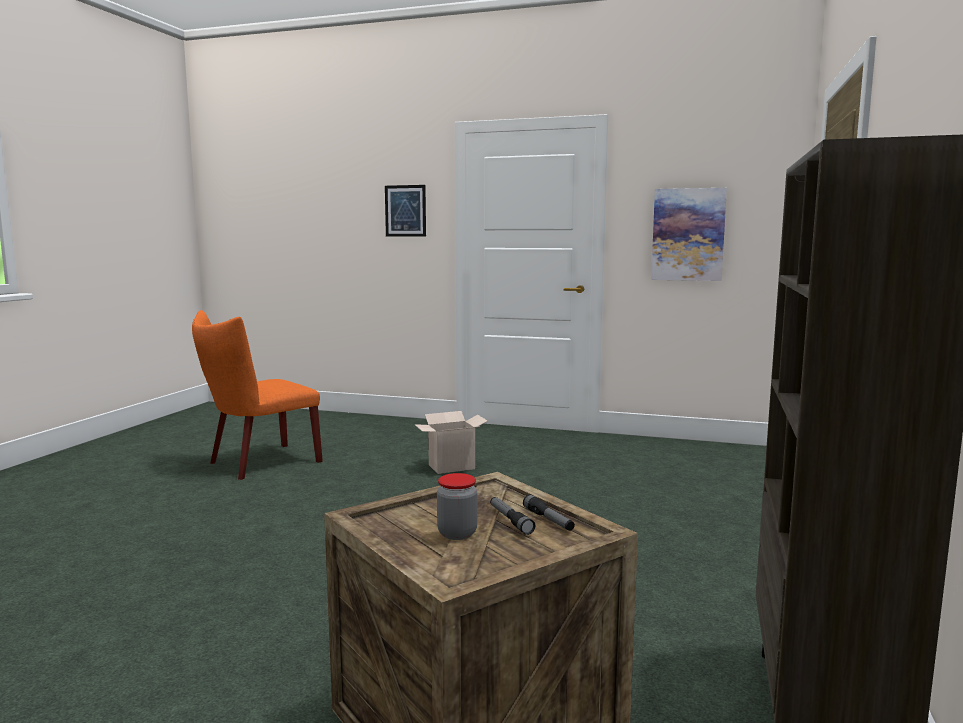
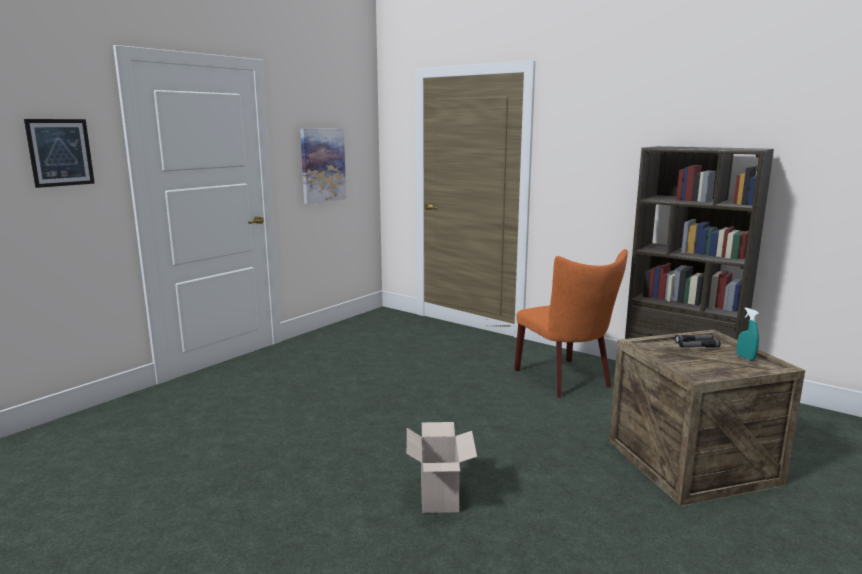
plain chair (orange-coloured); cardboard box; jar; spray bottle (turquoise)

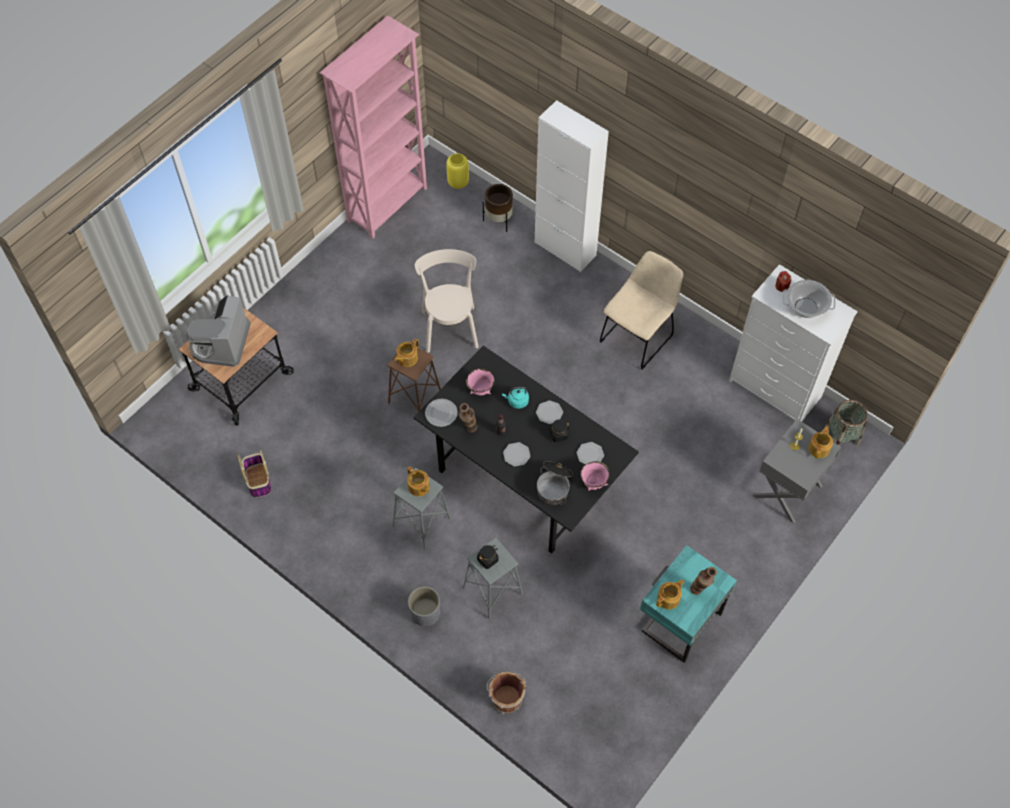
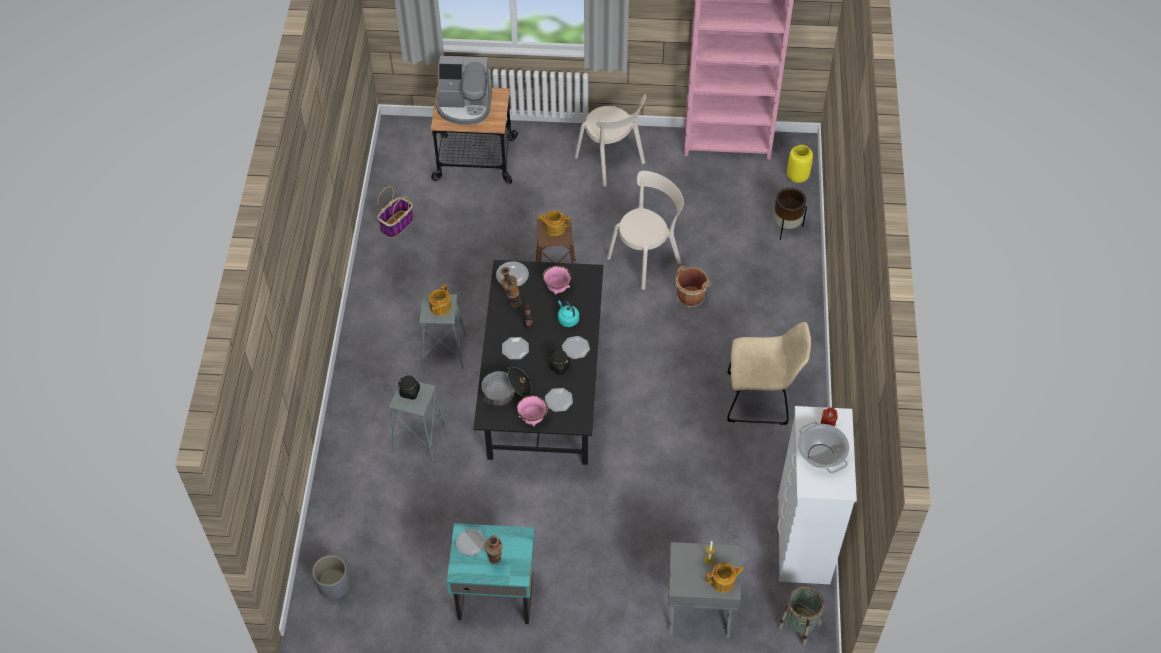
cupboard (white); coffee brewer; flat dish (1st from left); plant pot (gray); water bucket (brownish); plain chair (beige-coloured) (1st from left)

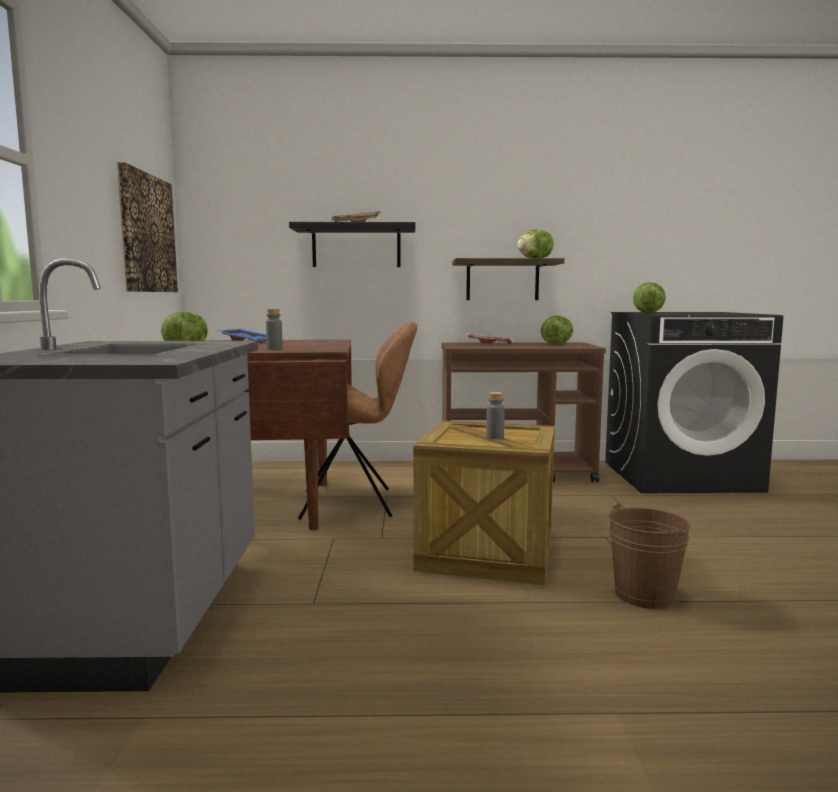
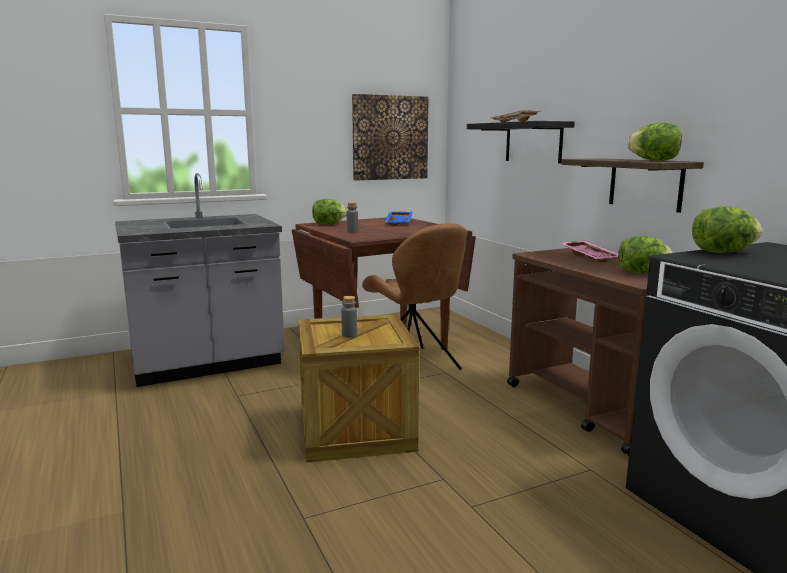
water bucket (brownish)

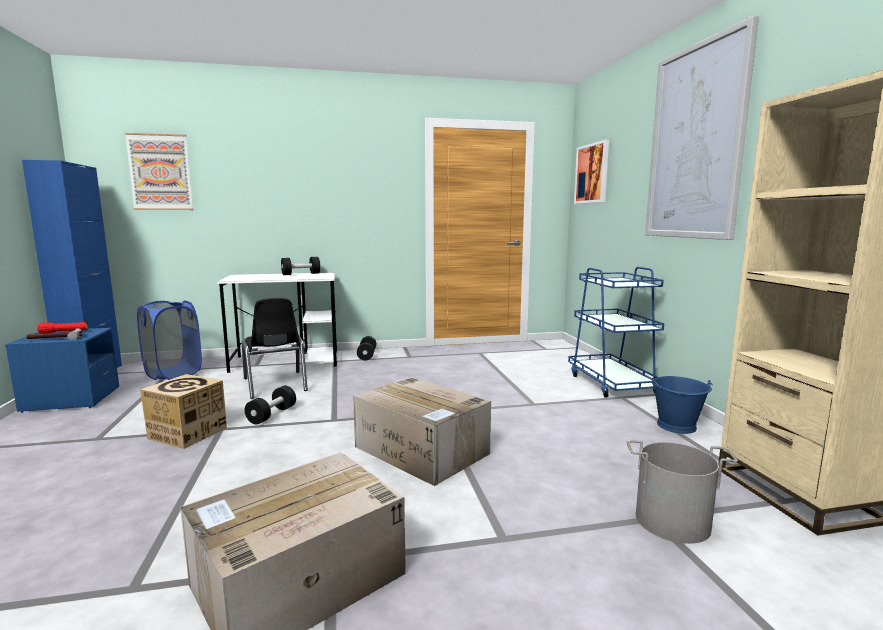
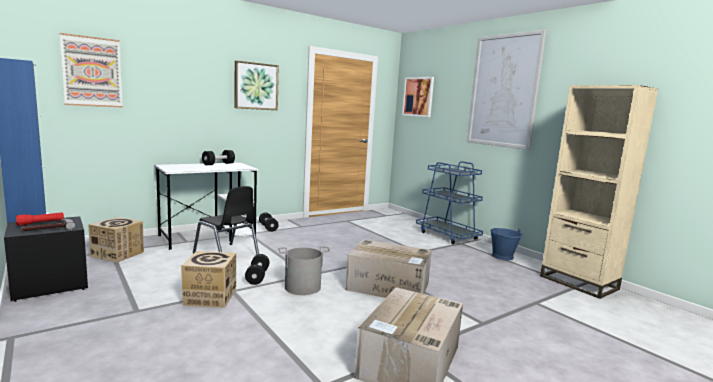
cardboard box (1st from left); bedside table (black); water bucket (gray); wall art (2nd from left)

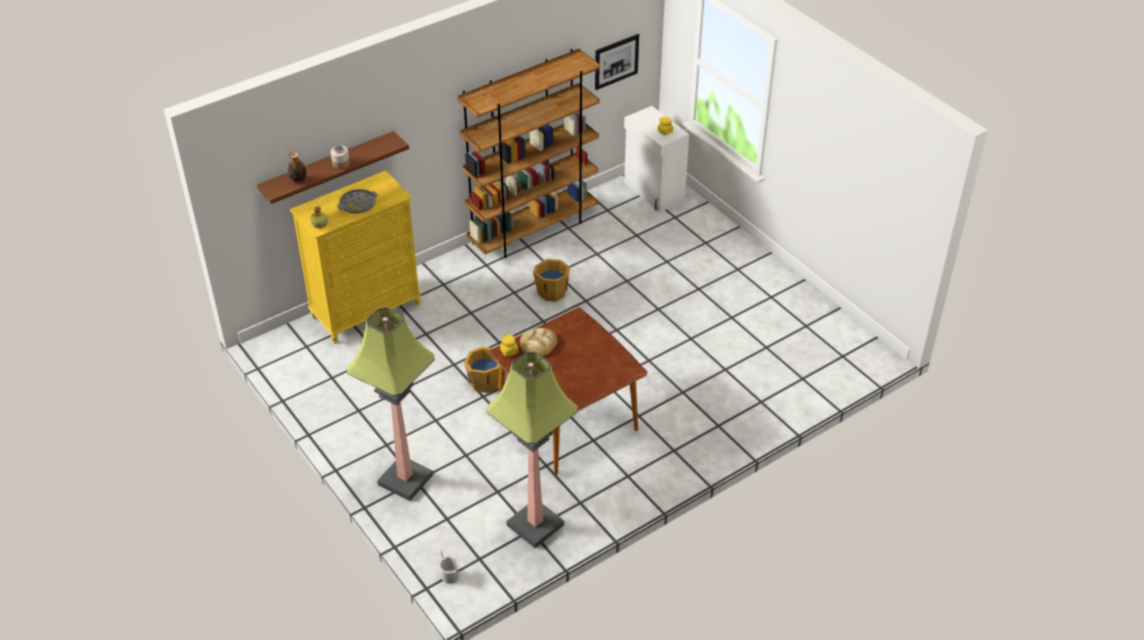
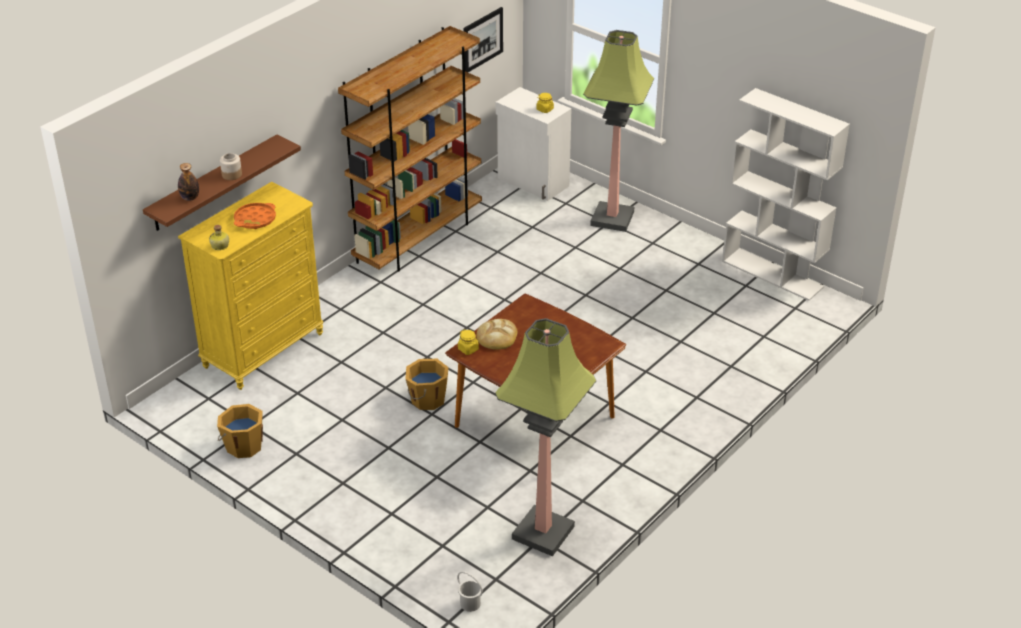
carrying tray (orange-coloured); water bucket (orange-coloured) (1st from left); floor lamp (2nd from left); bookcase (white)

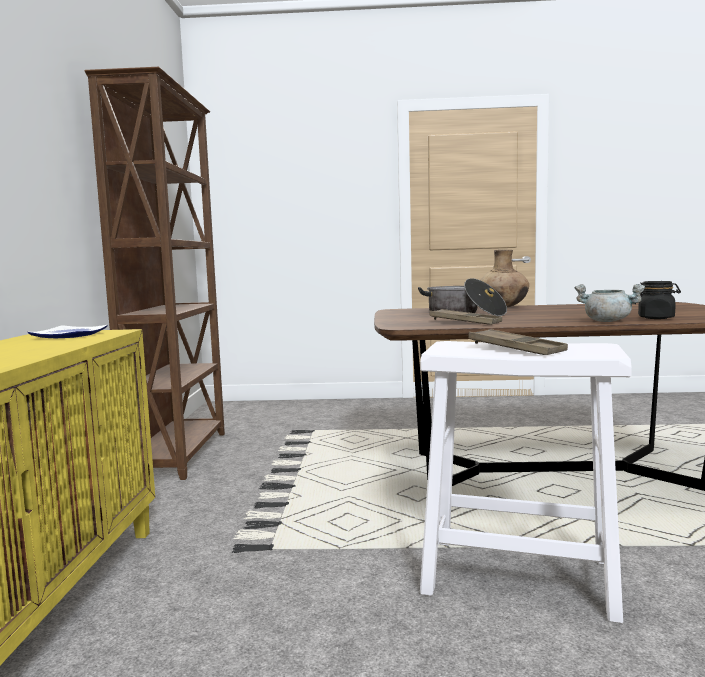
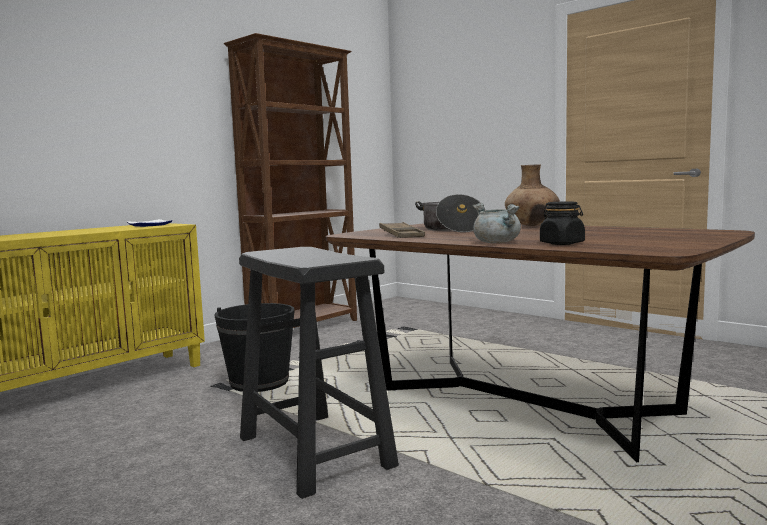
carrying tray (brownish) (2nd from left in the first image); stool seat (black); water bucket (black)

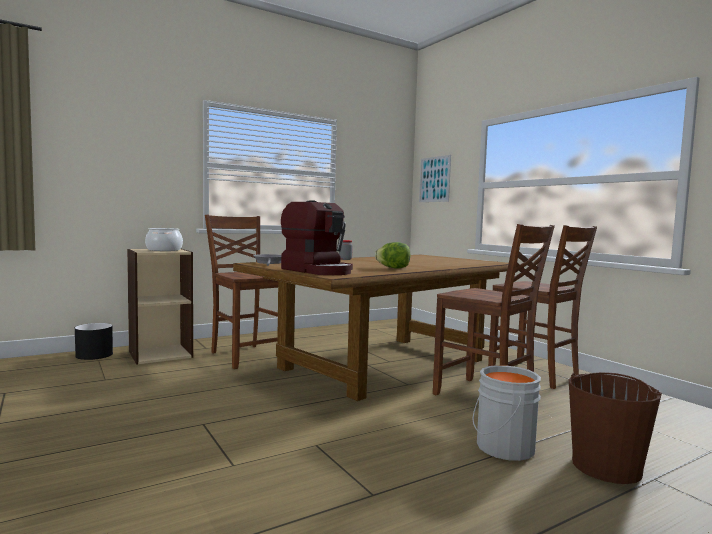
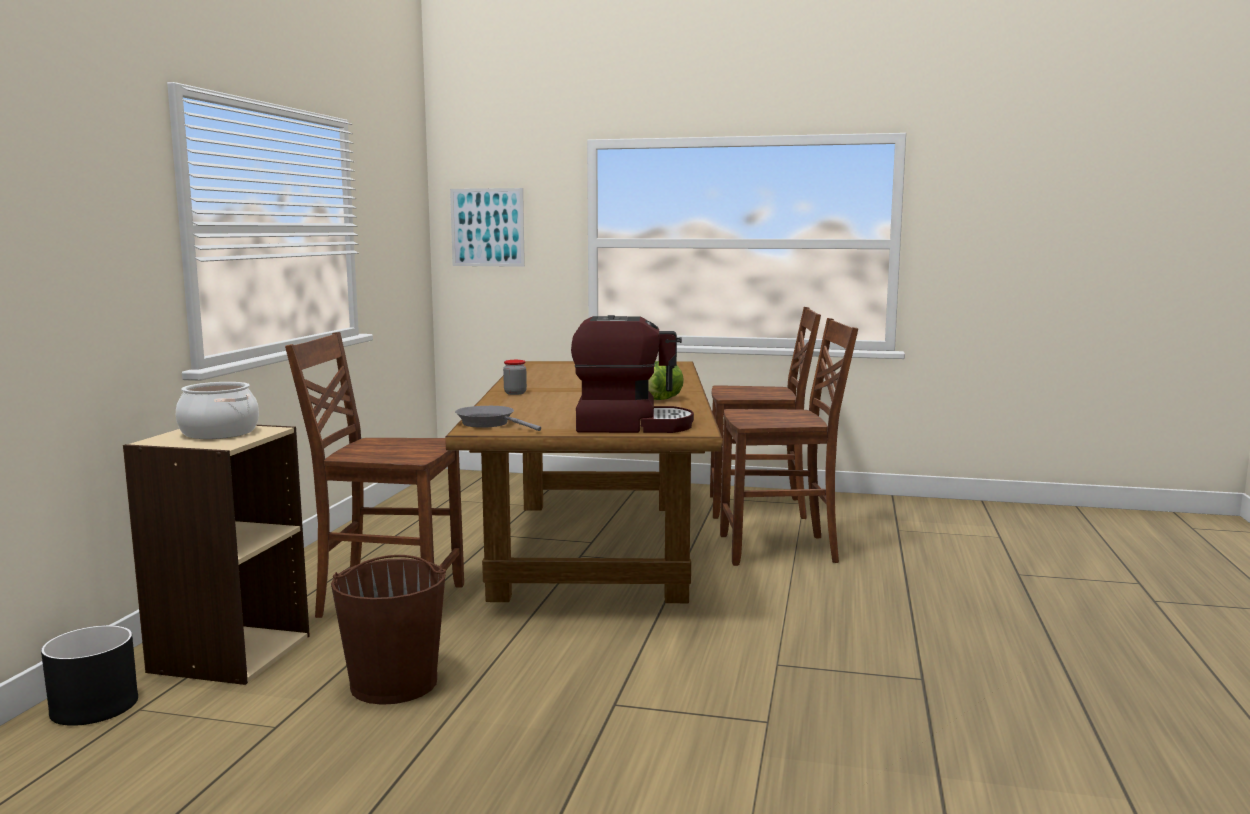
water bucket (gray); water bucket (brownish)

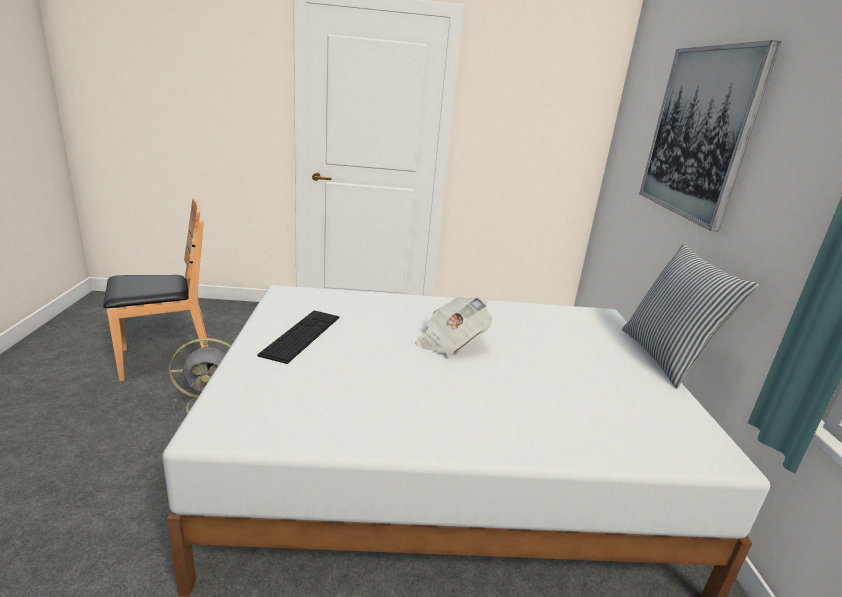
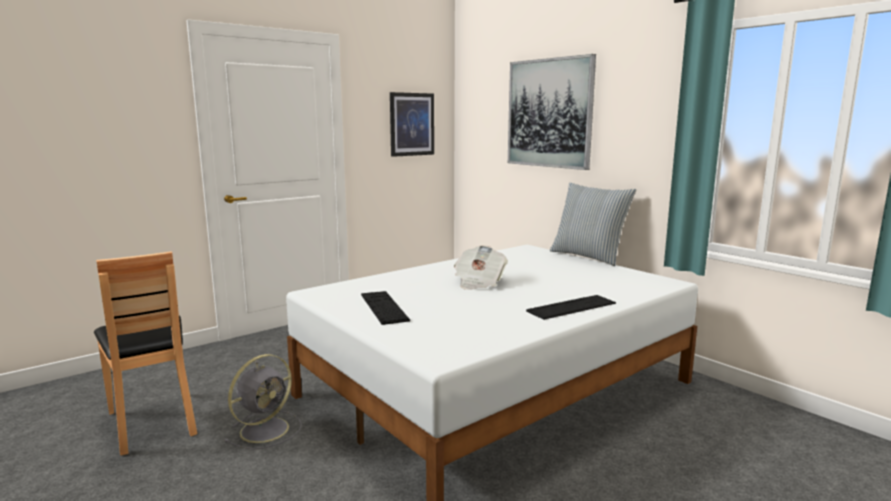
plain chair (brownish); wall art (1st from left); PC keyboard (2nd from left)

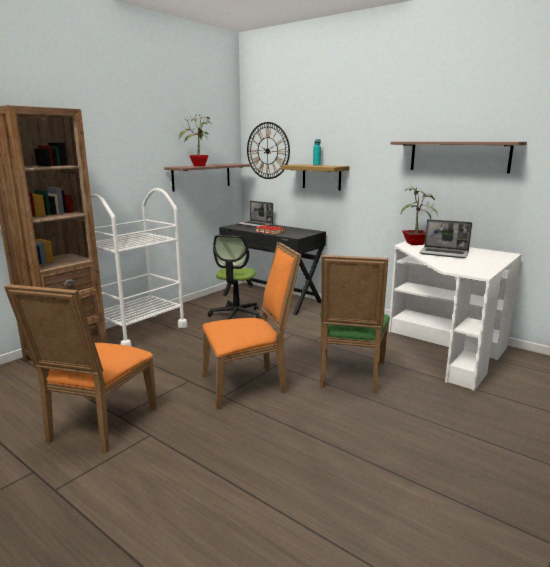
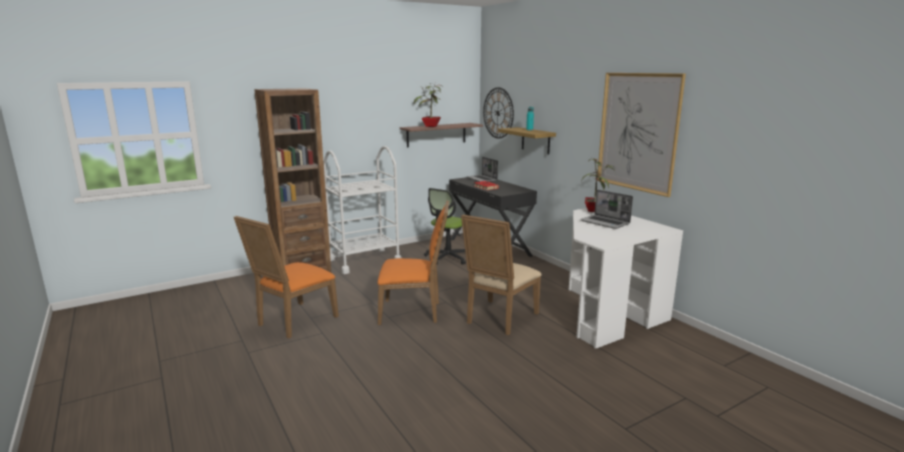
wall art; plain chair (beige-coloured)

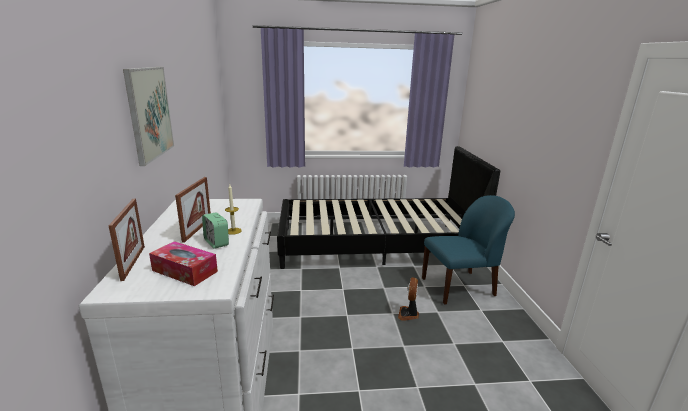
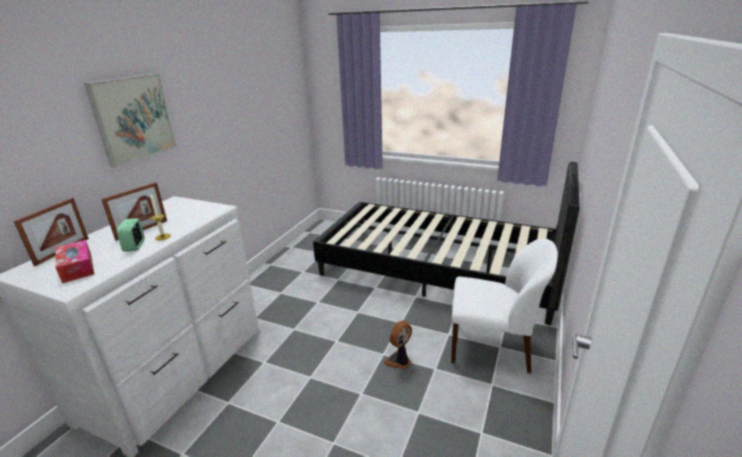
plain chair (white)

